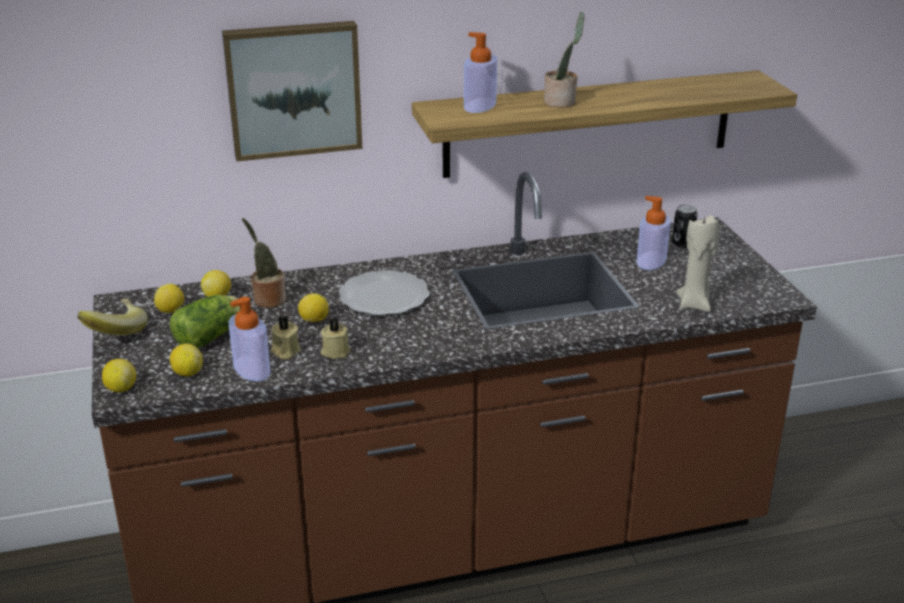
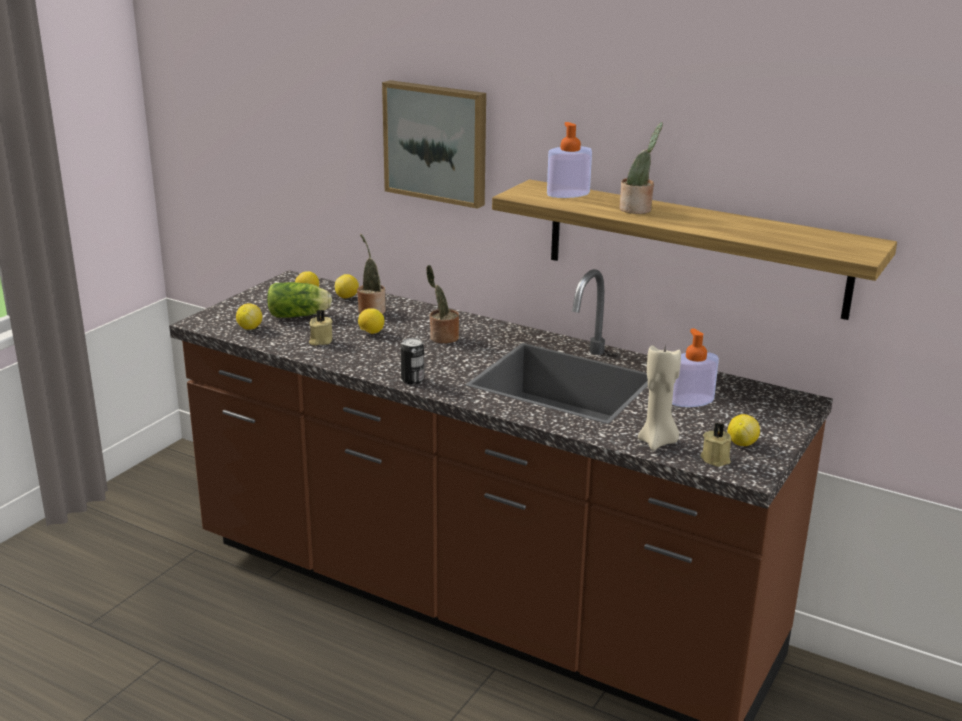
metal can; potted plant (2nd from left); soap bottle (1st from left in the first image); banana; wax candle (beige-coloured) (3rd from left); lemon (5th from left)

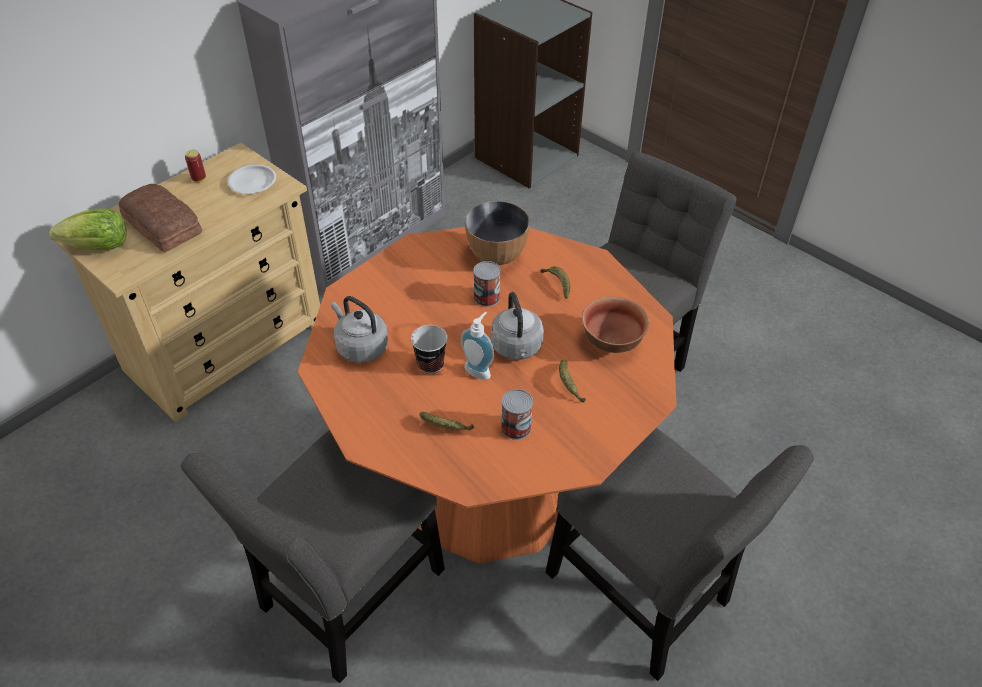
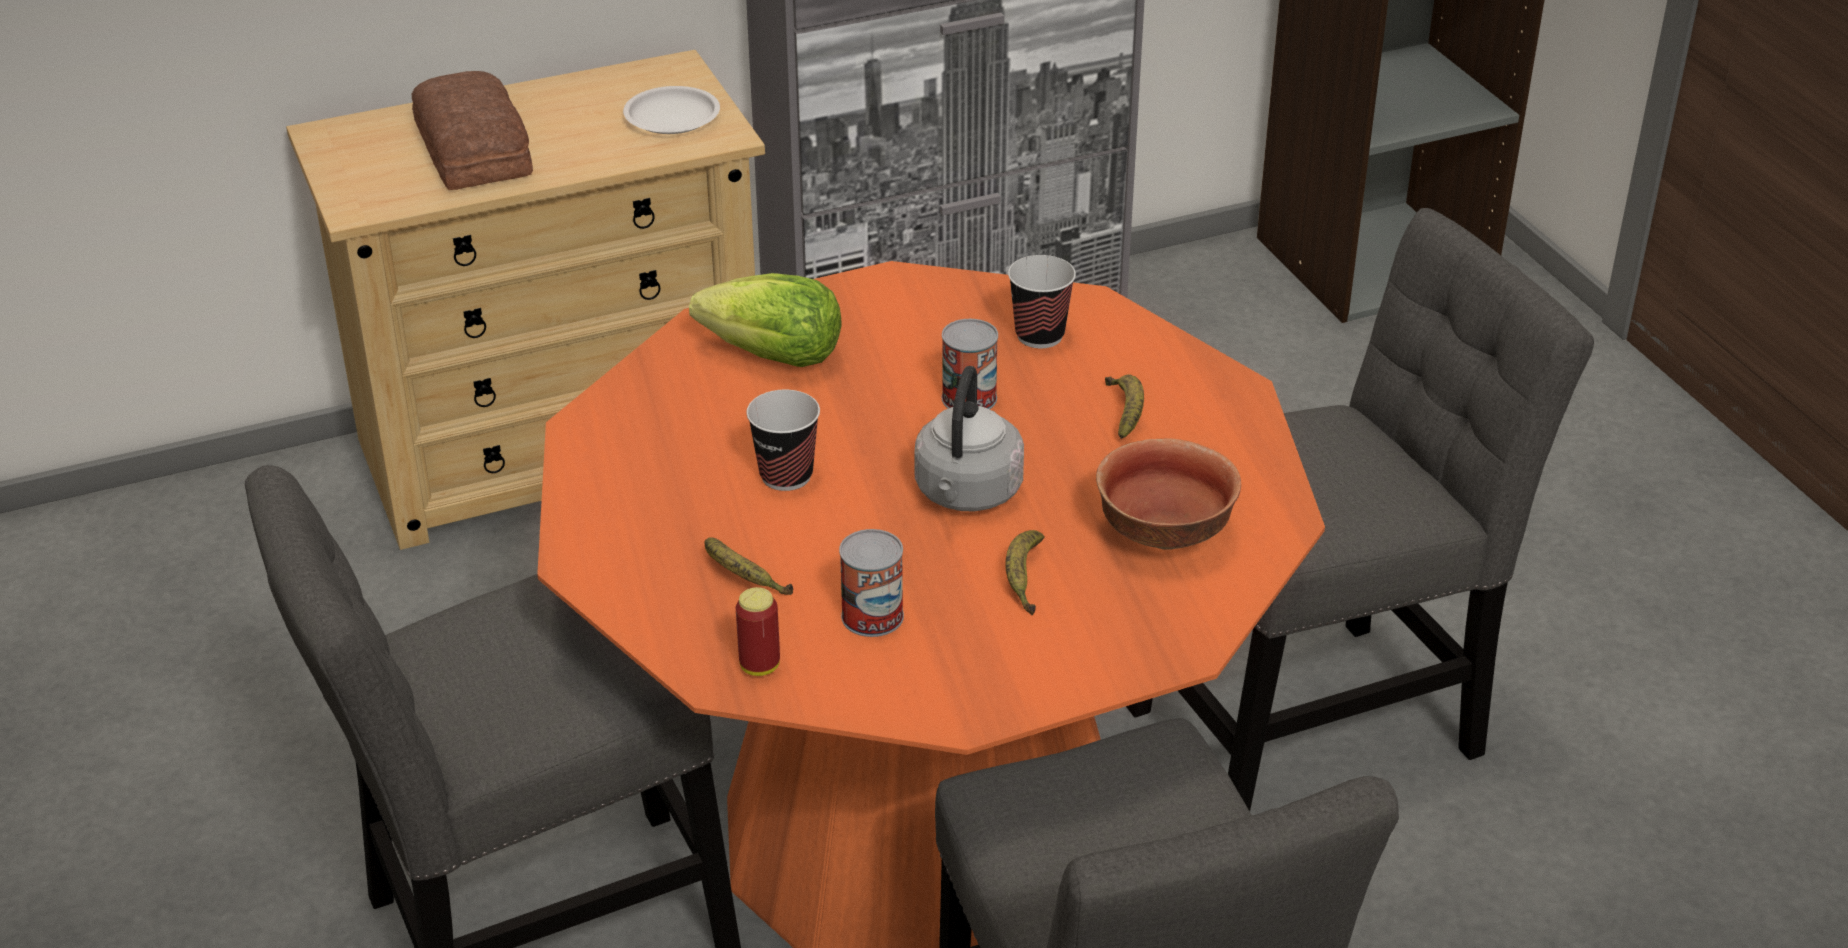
metal can (1st from left); drinking cup (2nd from left); lettuce head; tea kettle (gray) (1st from left in the first image); soap bottle

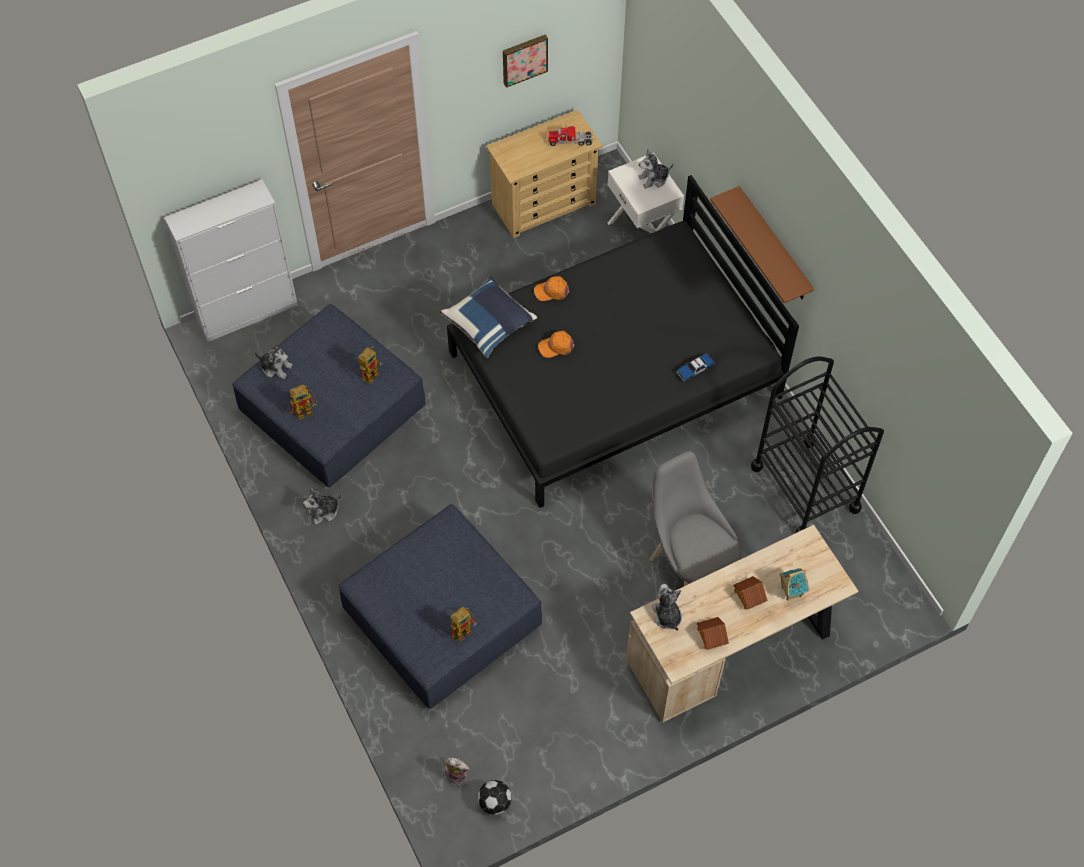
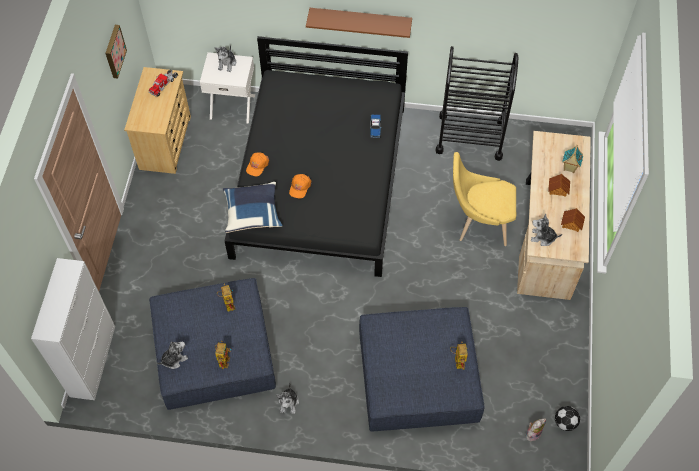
plain chair (yellow-coloured)

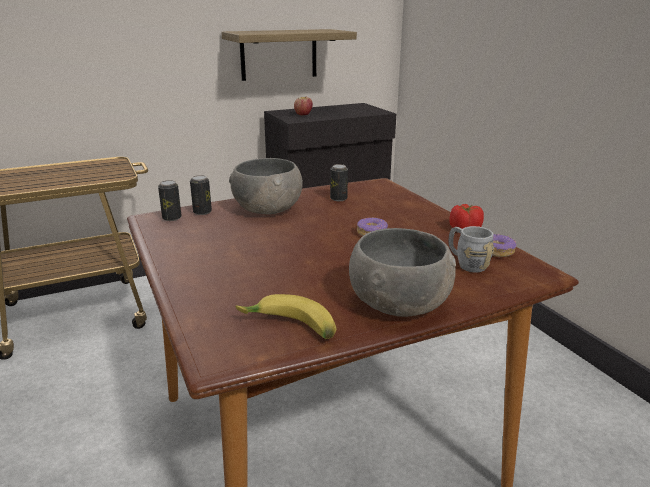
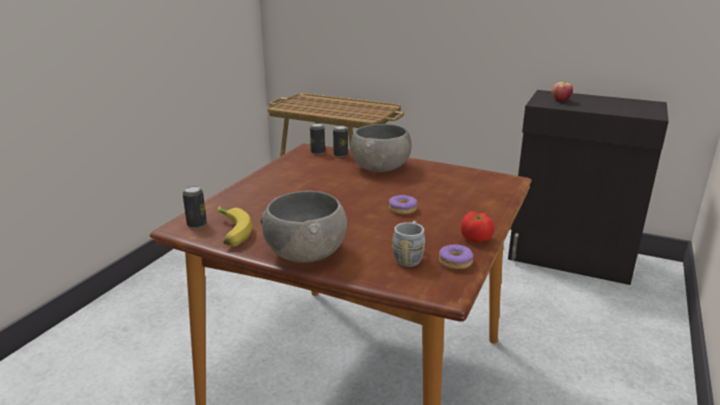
bracket shelf; metal can (1st from left)

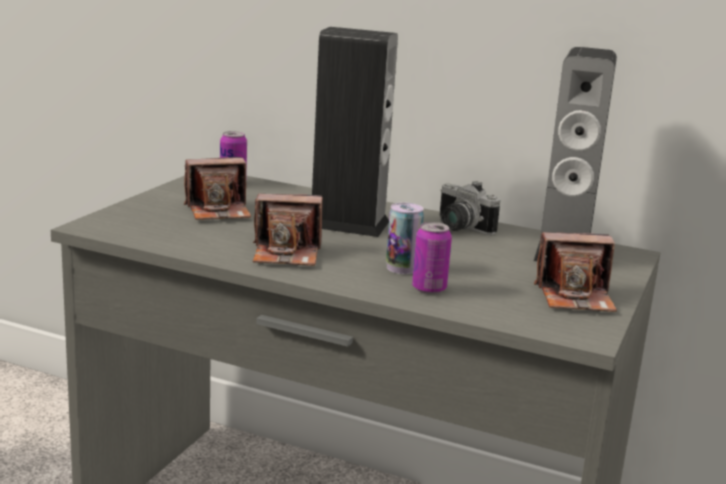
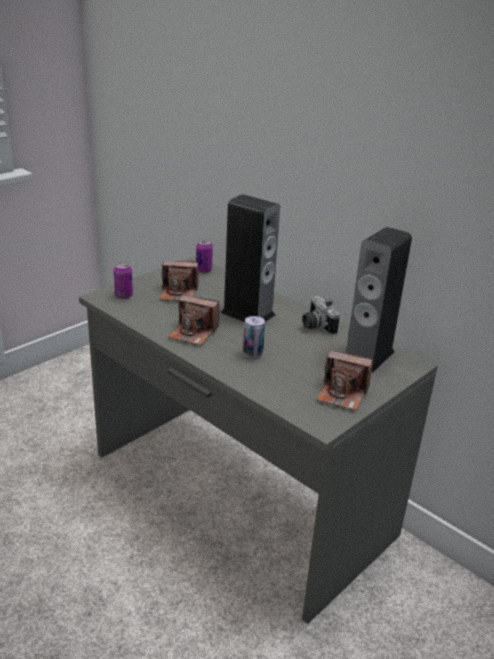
metal can (1st from left)

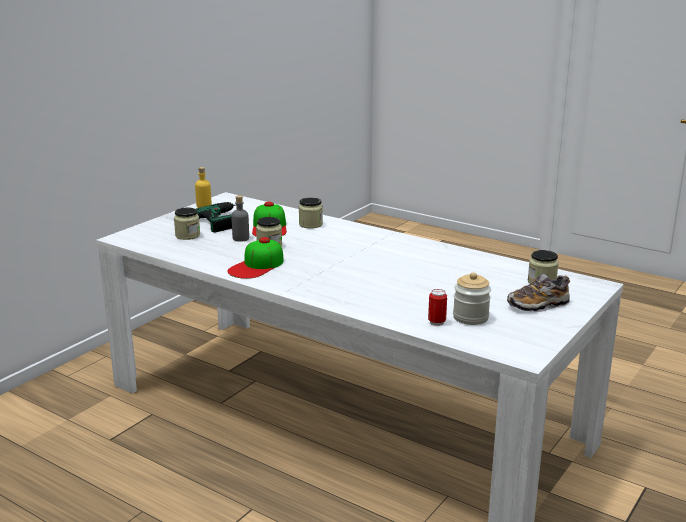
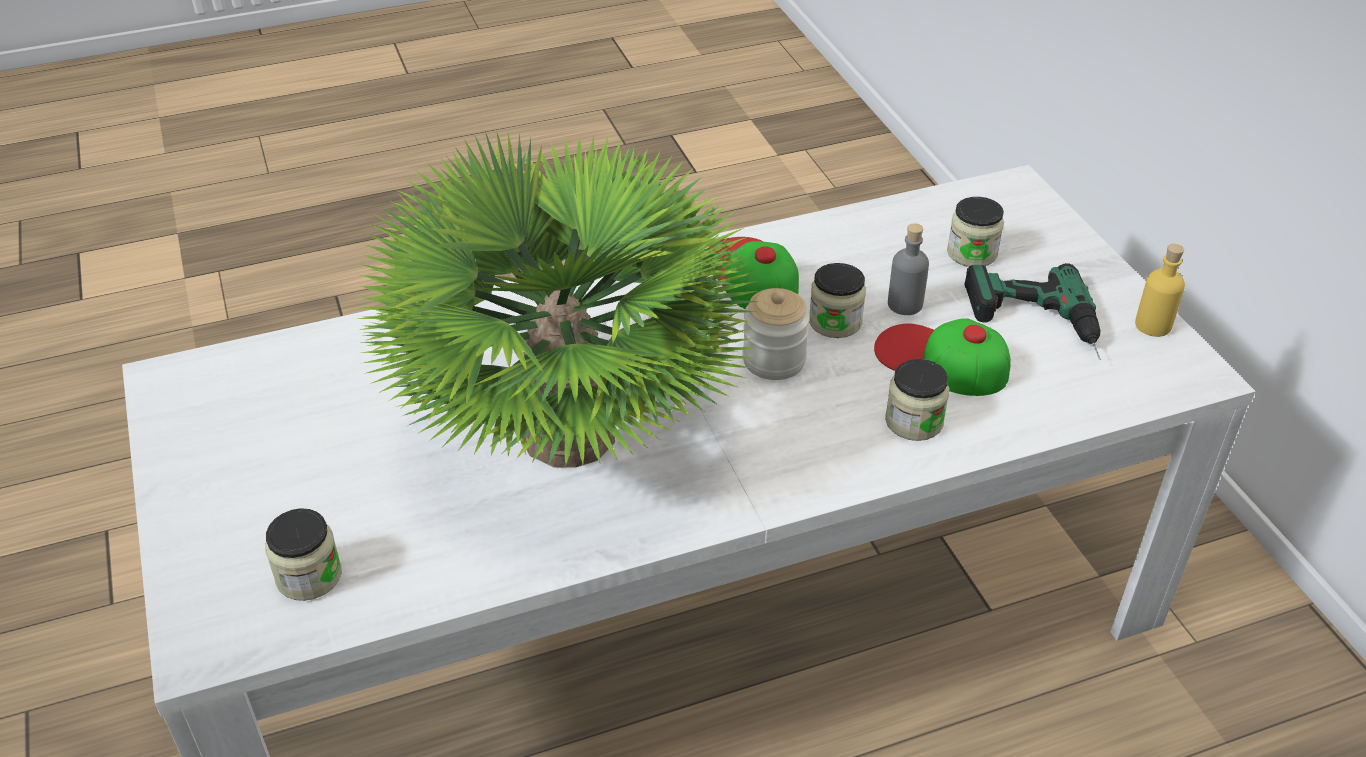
jar (2nd from left); shoe; metal can; potted plant

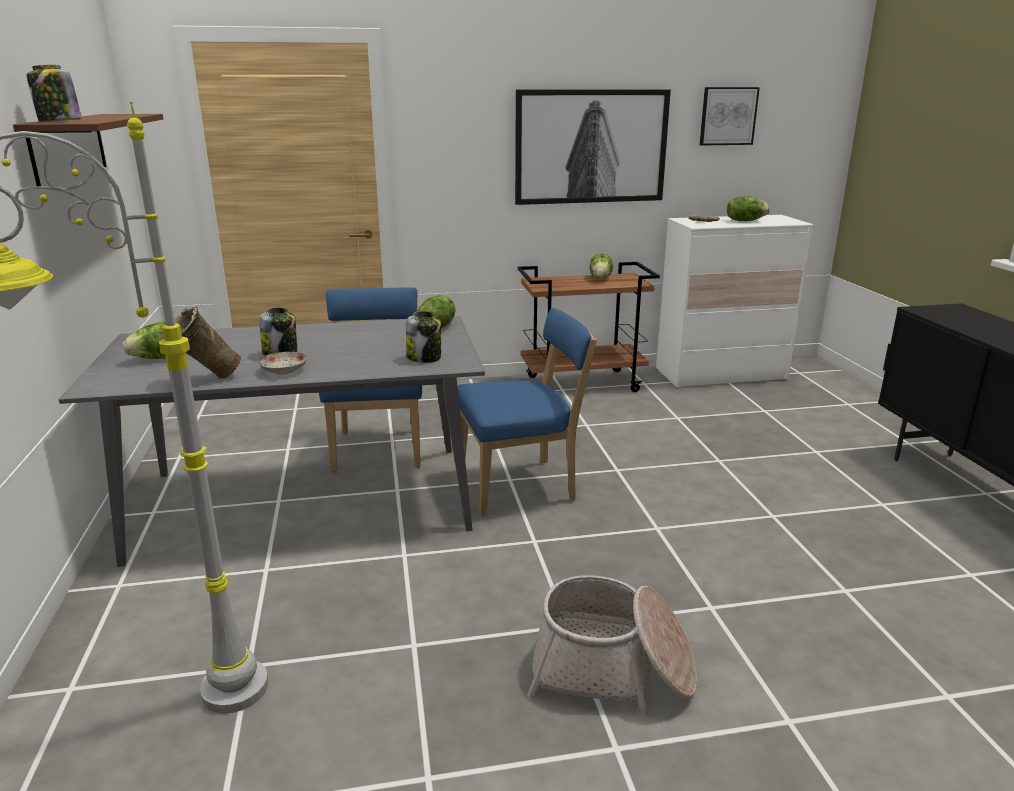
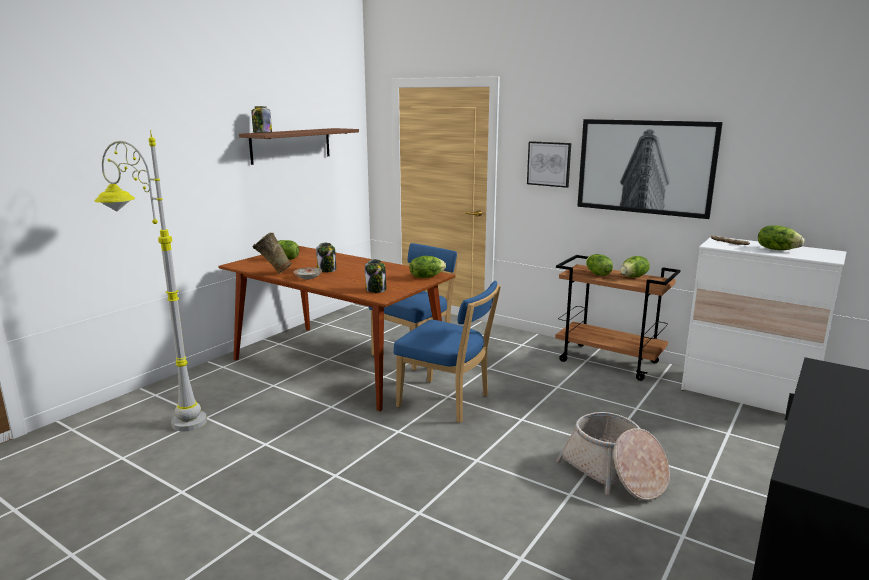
wall art (1st from left); dining table (brownish); basket; lettuce head (3rd from left)

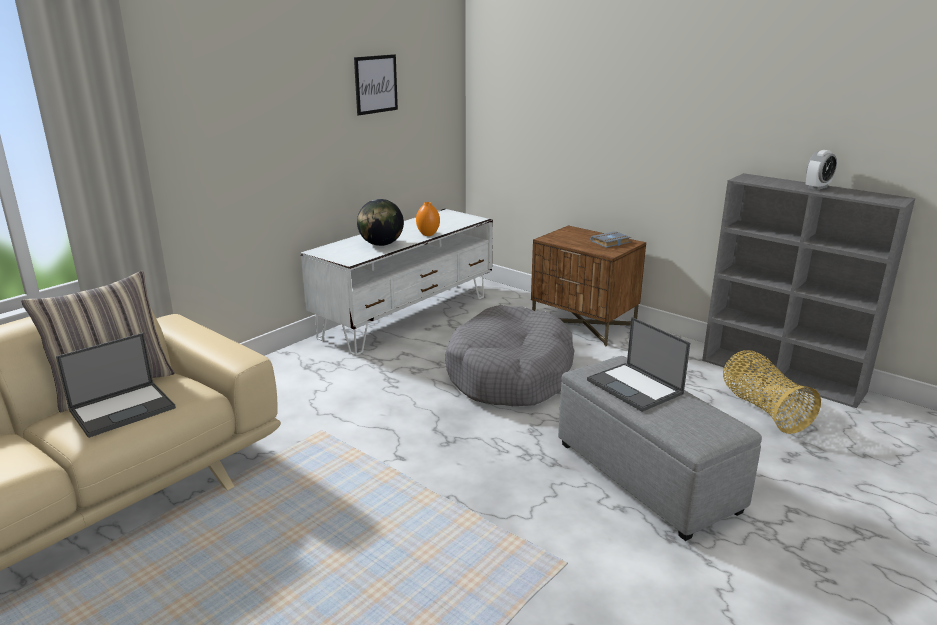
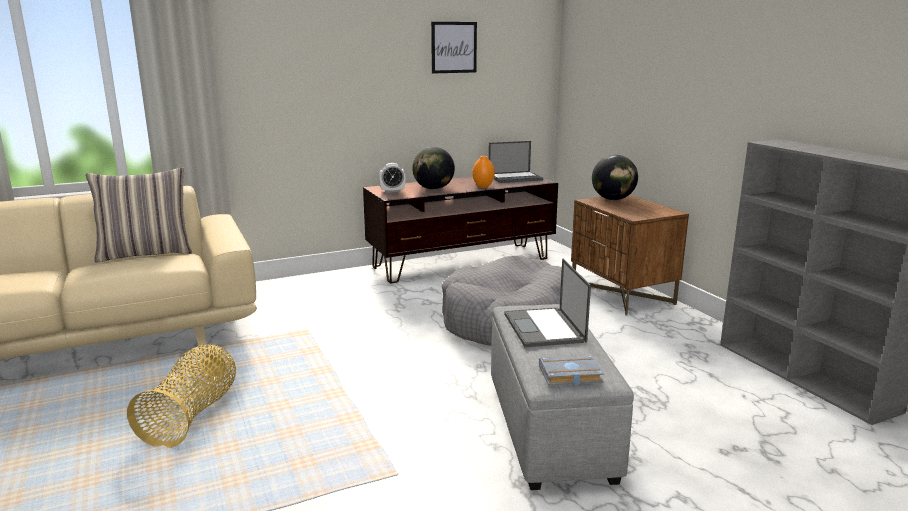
table clock; tv stand (brownish); book (gray); portable computer (1st from left); basket; world globe (2nd from left)

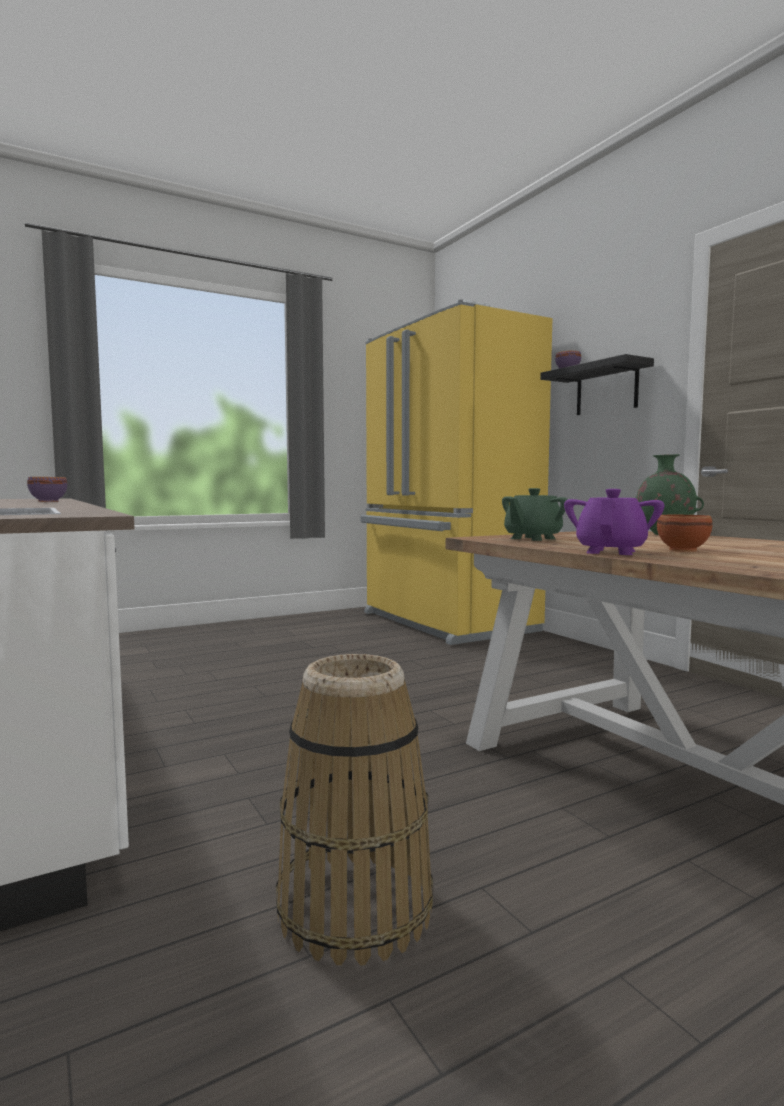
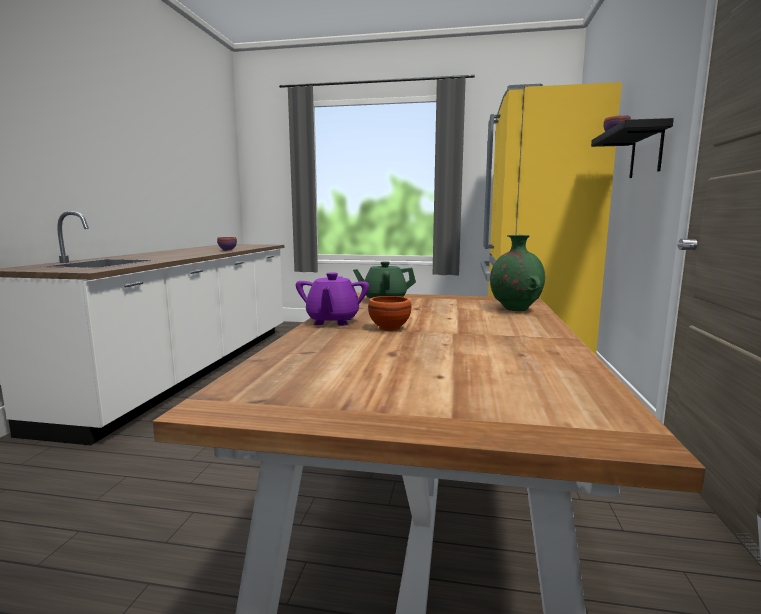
pot for tea (purple); basket

